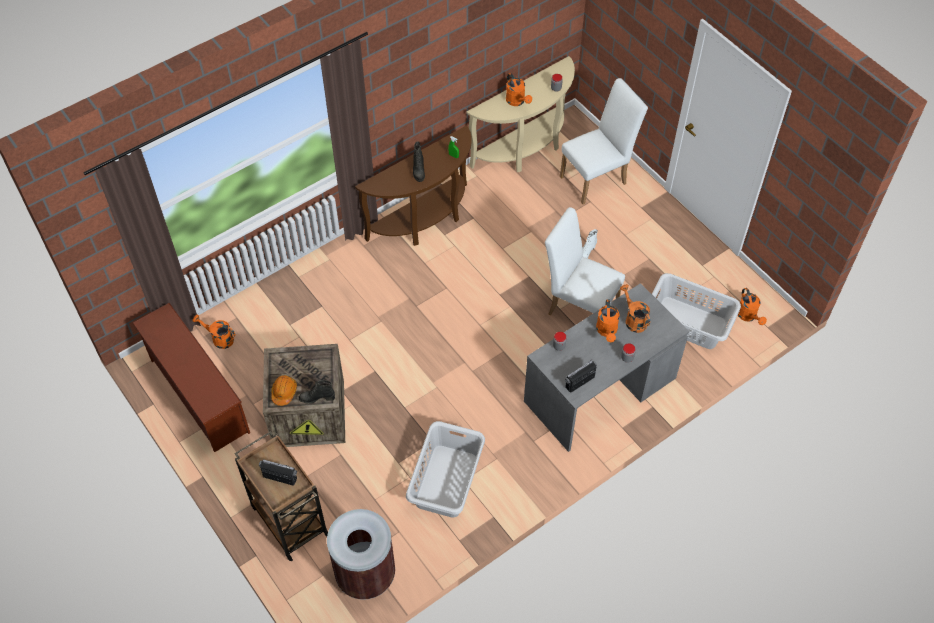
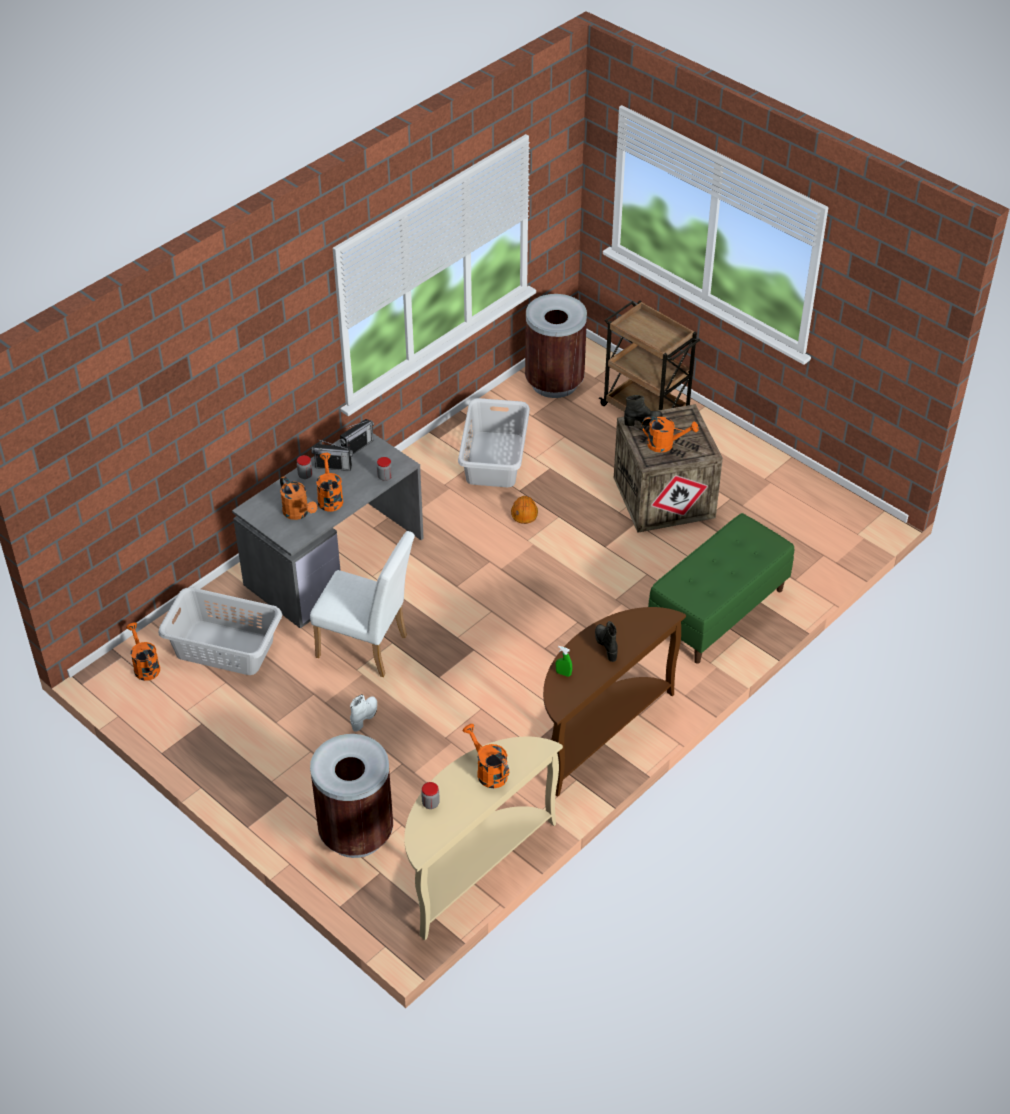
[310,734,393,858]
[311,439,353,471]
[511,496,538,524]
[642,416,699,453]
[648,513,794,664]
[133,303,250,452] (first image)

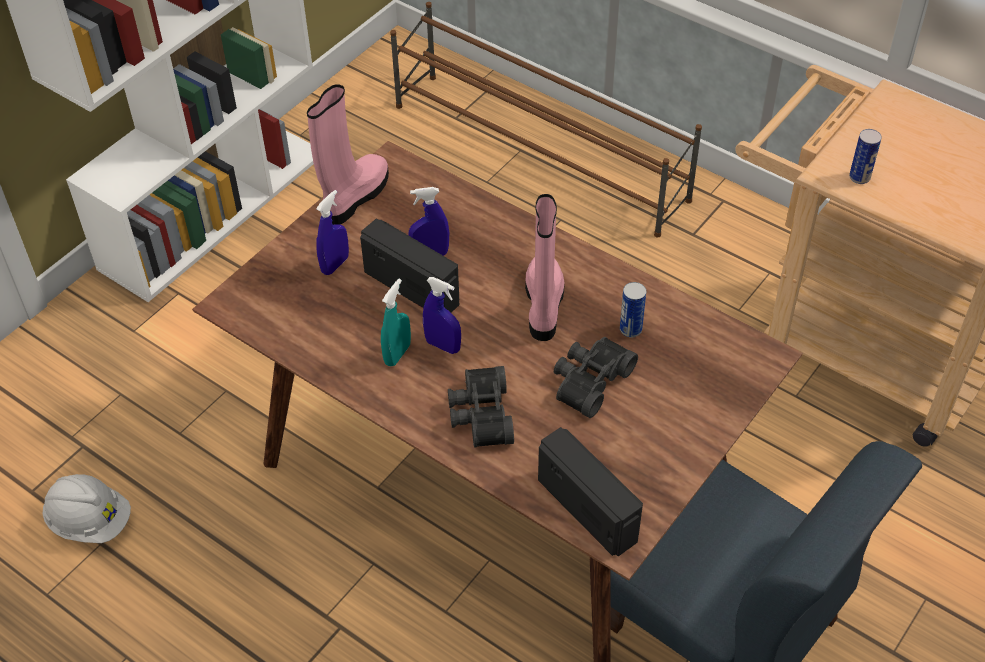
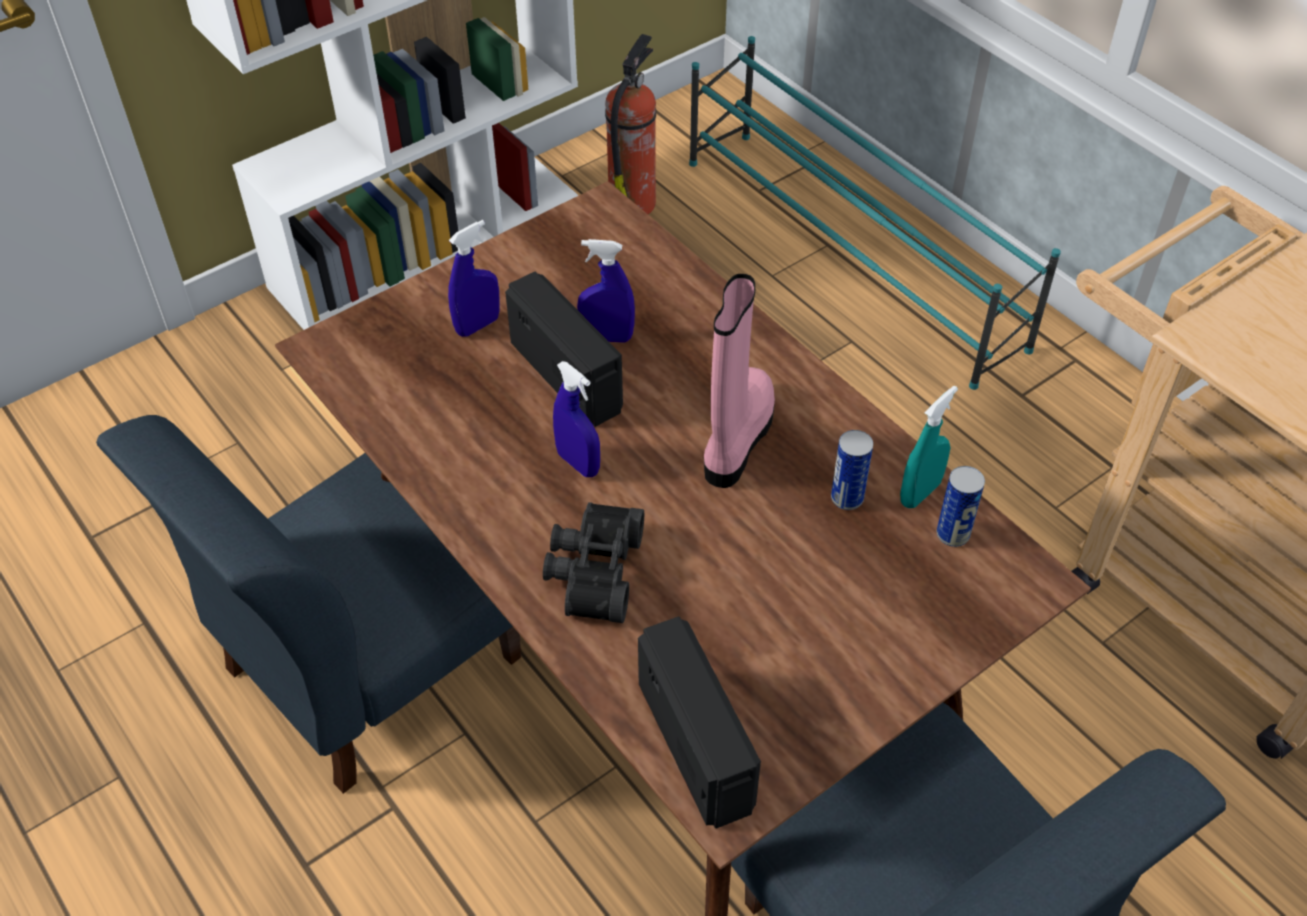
[96,415,521,794]
[605,34,656,214]
[689,36,1061,390]
[900,386,958,508]
[937,466,985,547]
[42,474,131,543] (first image)
[307,84,389,225] (first image)
[554,337,638,418] (first image)

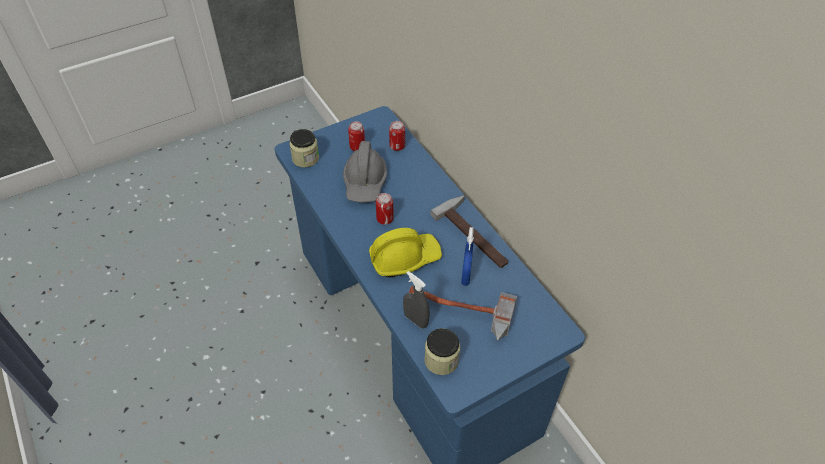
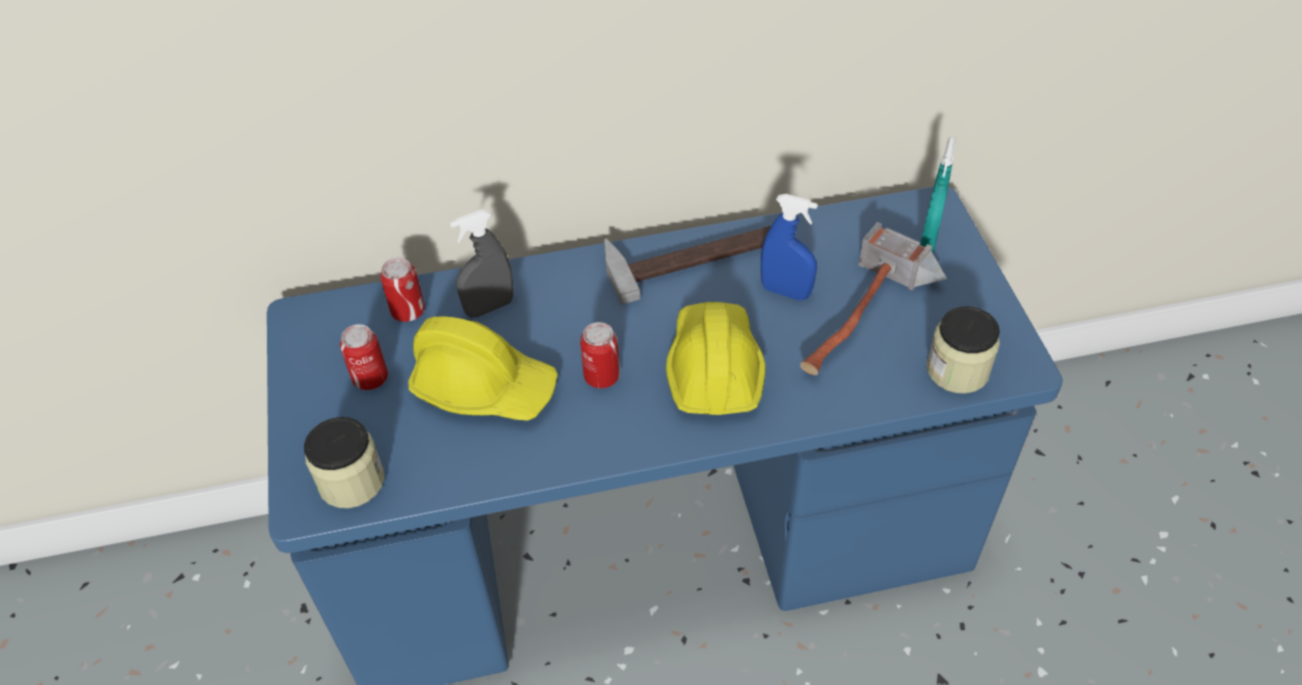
[408,316,558,421]
[450,210,513,318]
[920,137,956,252]

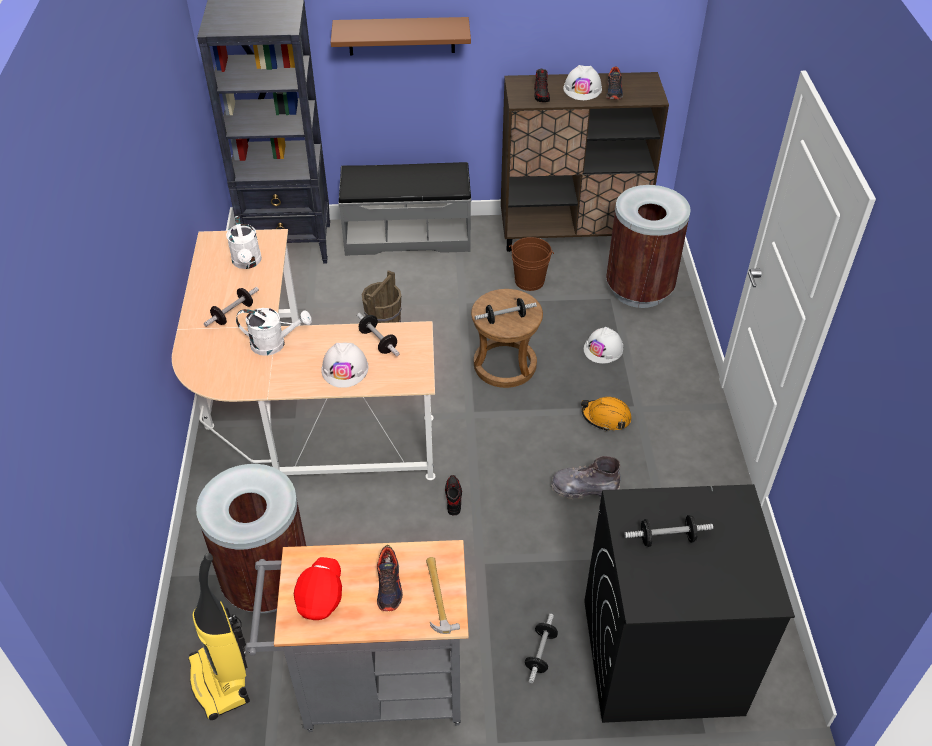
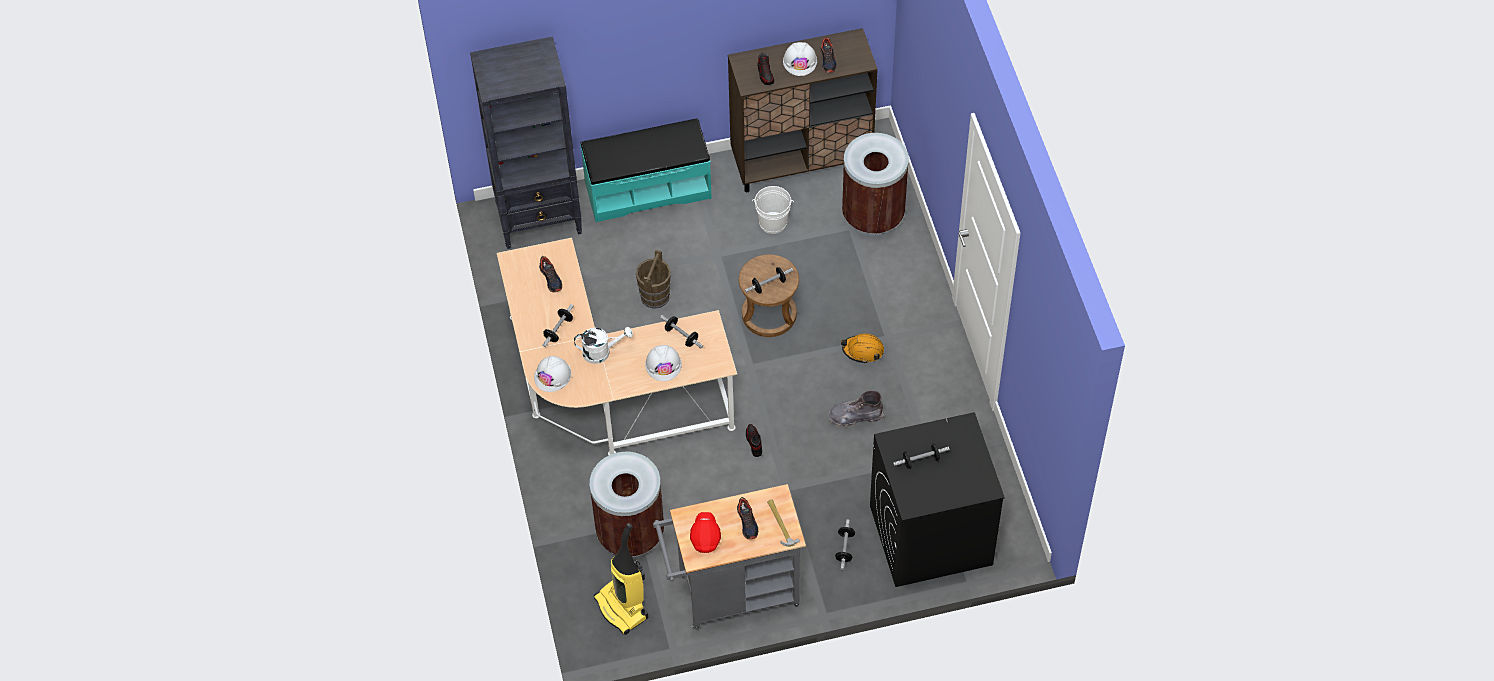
[534,356,571,392]
[539,256,562,293]
[580,118,712,222]
[752,186,794,234]
[331,17,471,55] (first image)

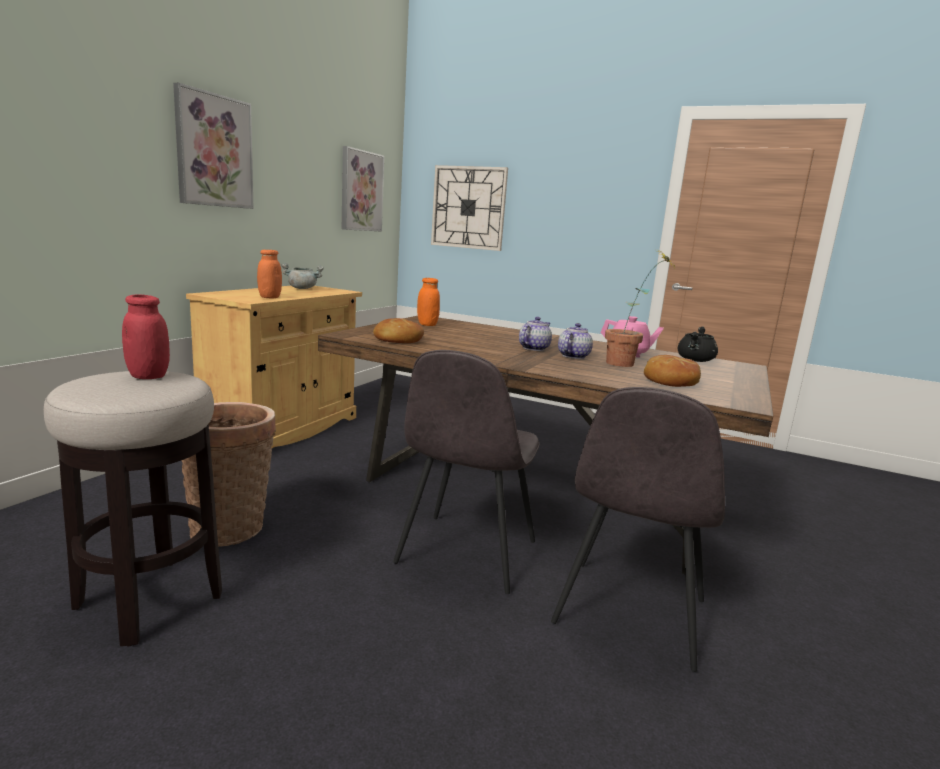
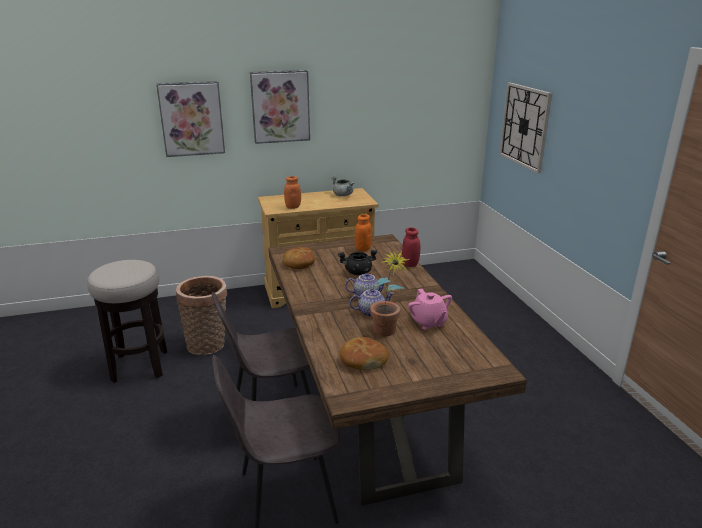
[156,81,225,157]
[338,250,378,275]
[402,227,420,267]

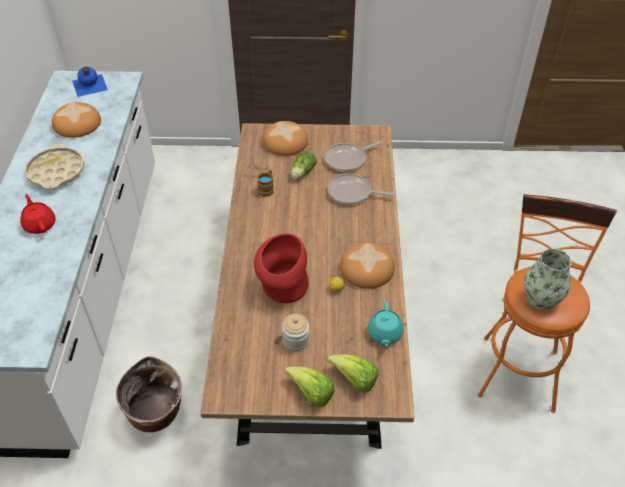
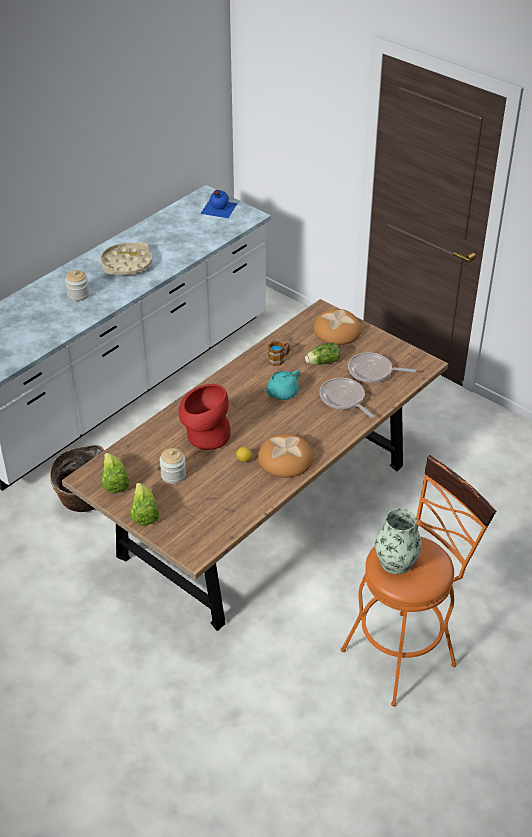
[65,270,89,301]
[101,453,129,493]
[264,370,300,400]
[52,102,101,138] (first image)

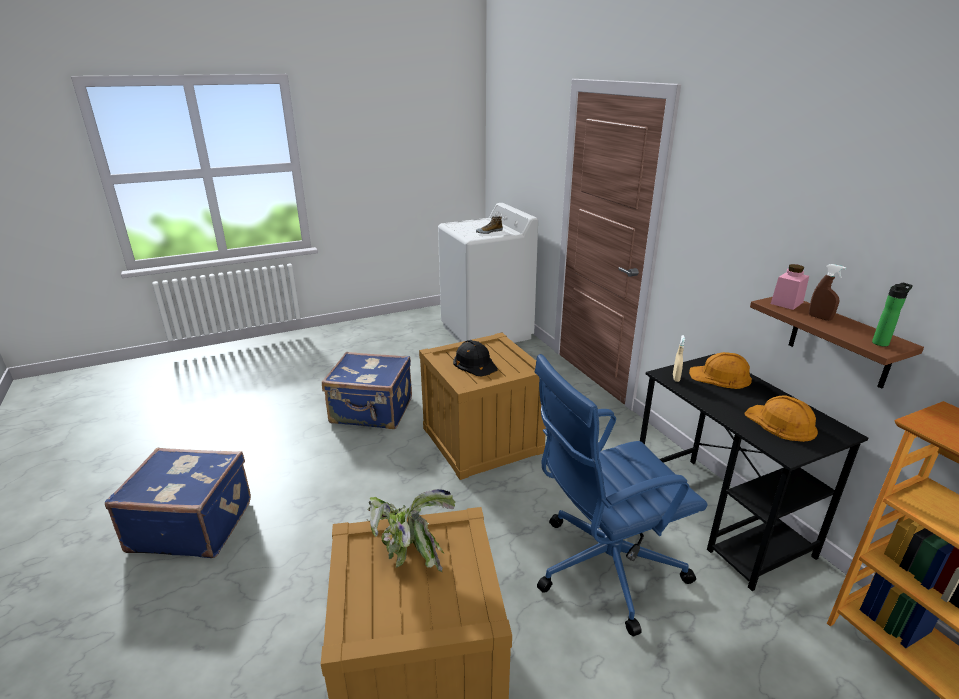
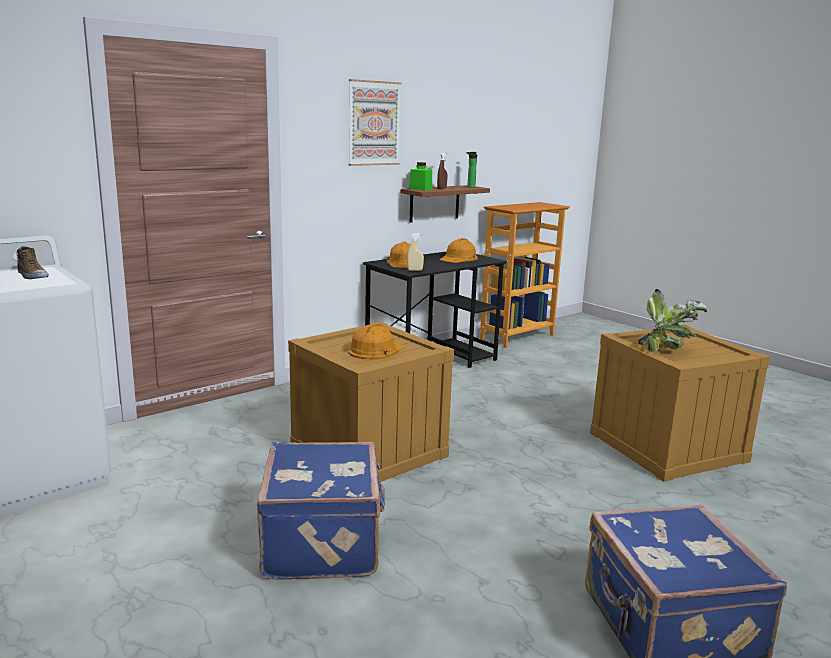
[348,79,401,166]
[348,323,404,359]
[409,162,432,191]
[535,354,708,637] (first image)

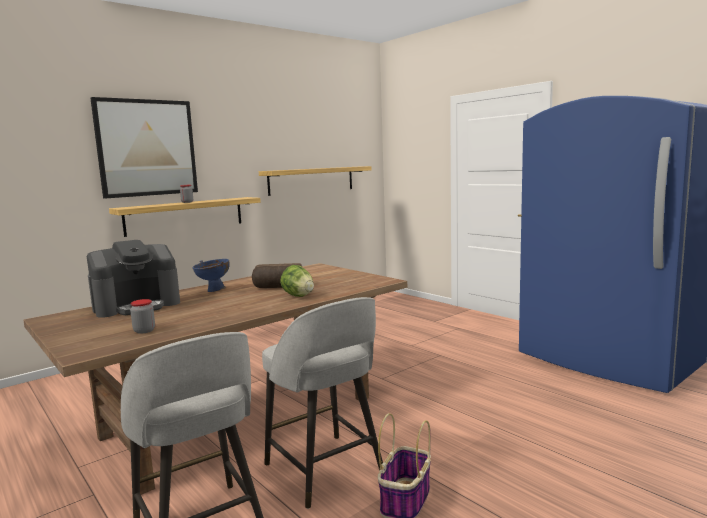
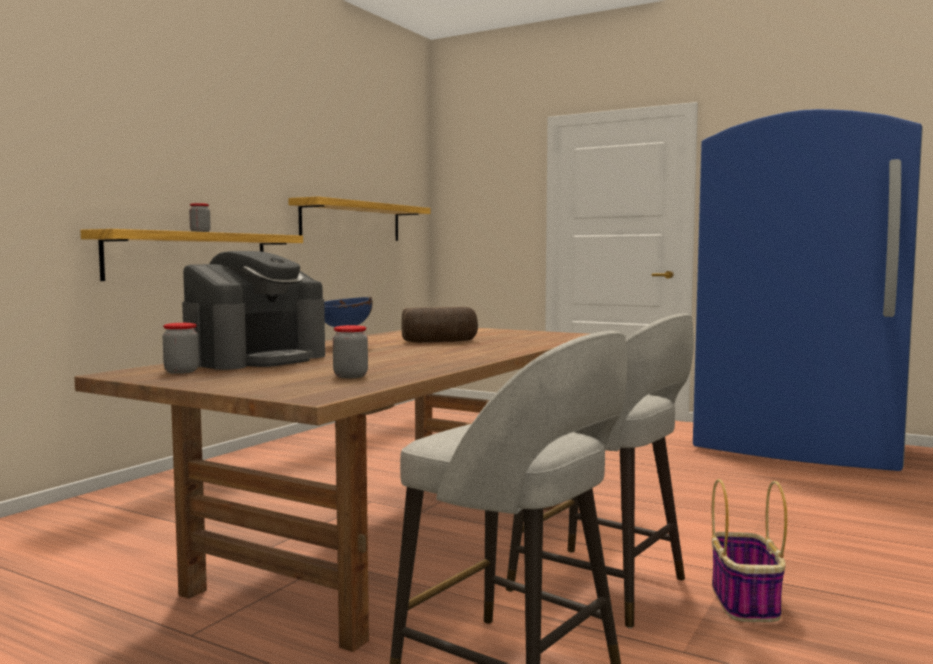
[163,323,199,374]
[90,97,198,199] (first image)
[280,265,314,297] (first image)

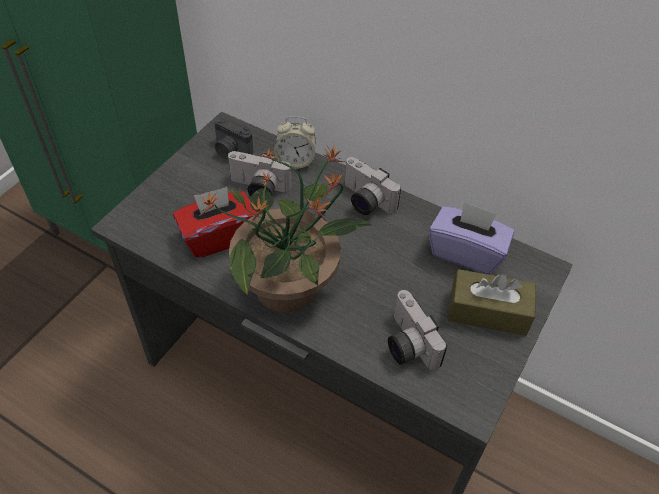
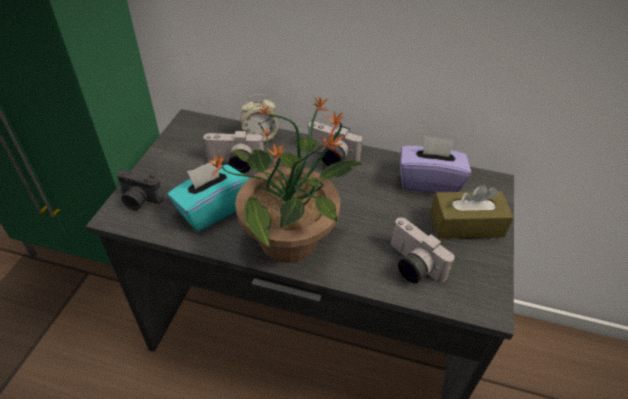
[117,170,164,210]
[168,160,249,231]

